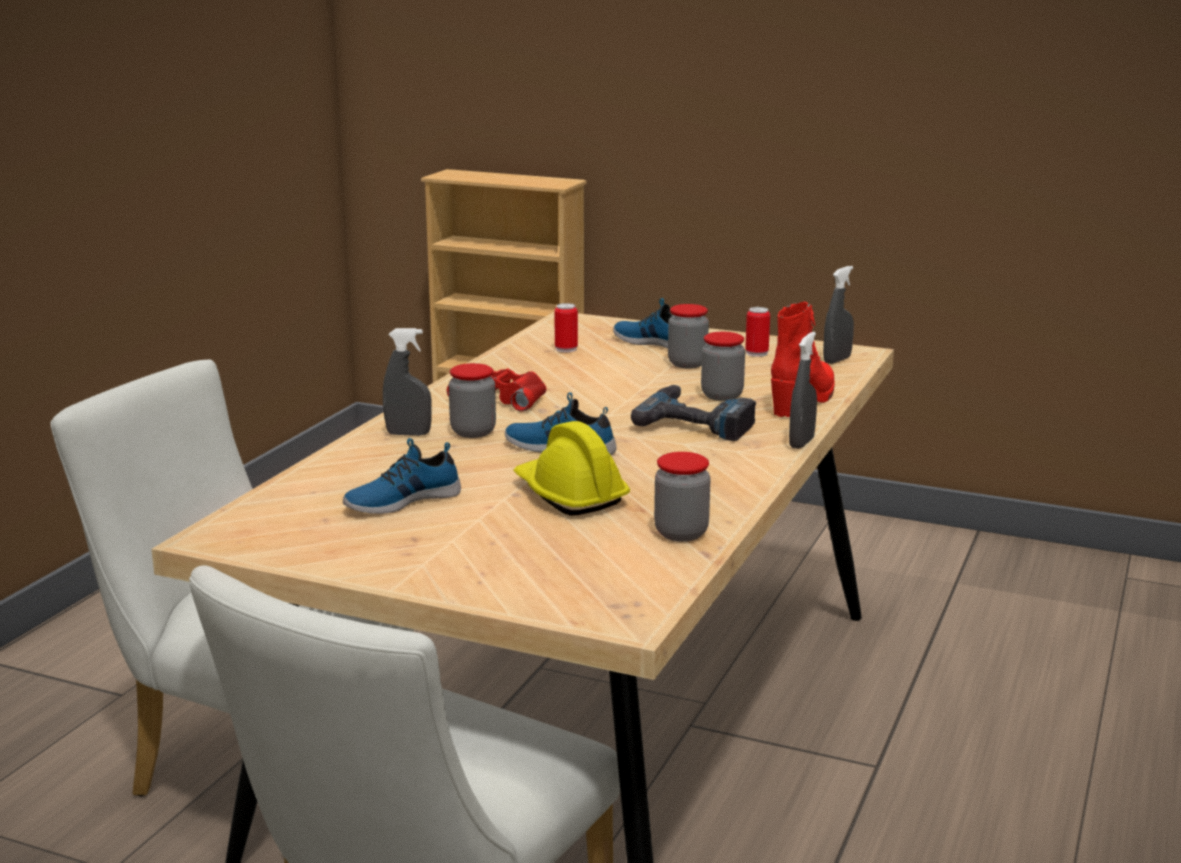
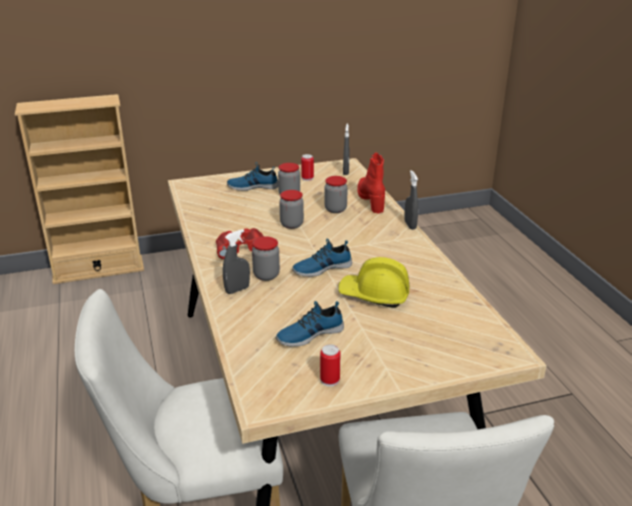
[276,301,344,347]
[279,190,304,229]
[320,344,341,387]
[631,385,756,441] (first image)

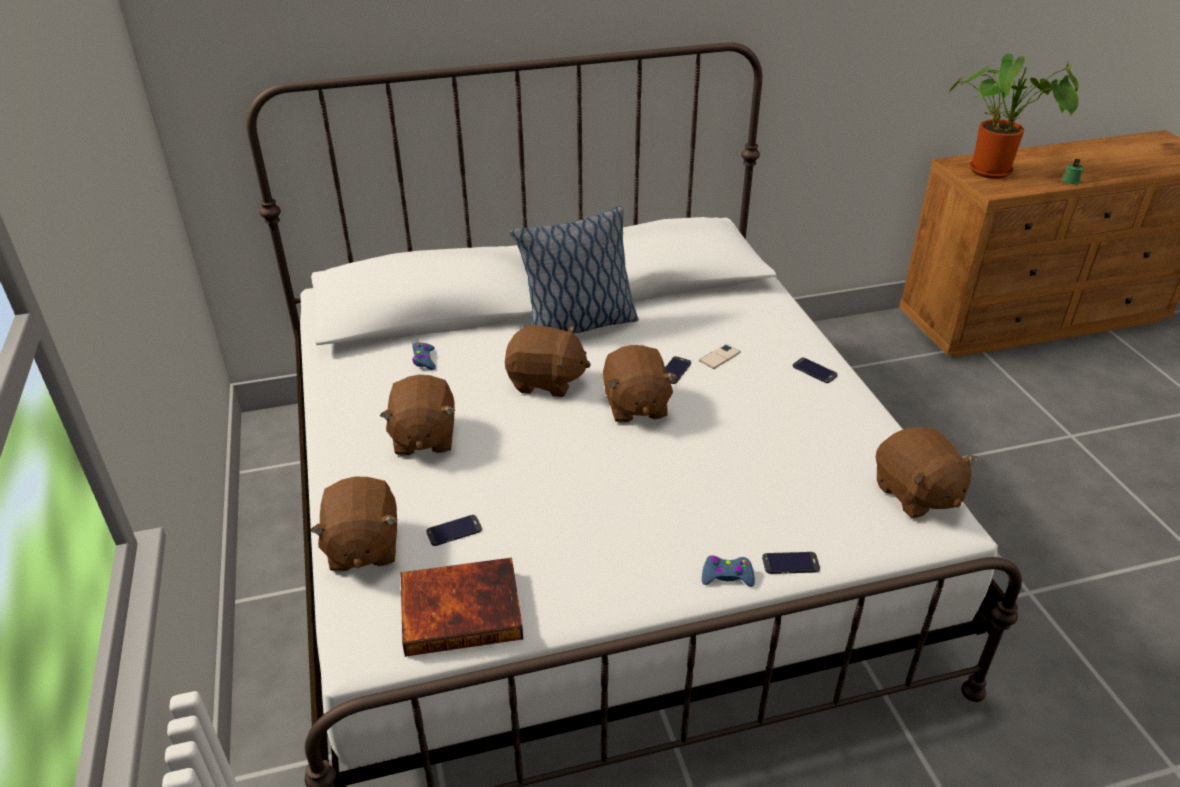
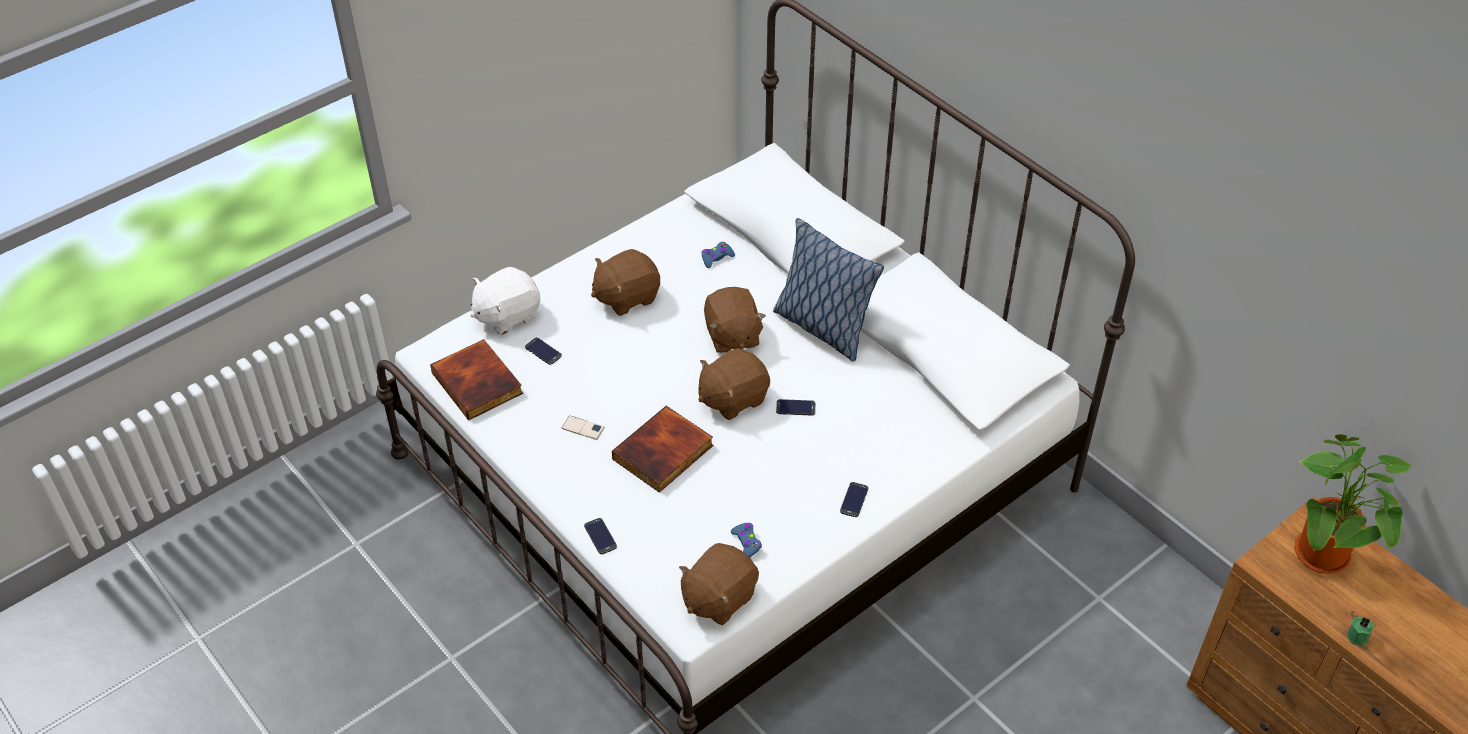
[470,267,540,335]
[562,415,605,440]
[612,406,713,493]
[731,523,762,558]

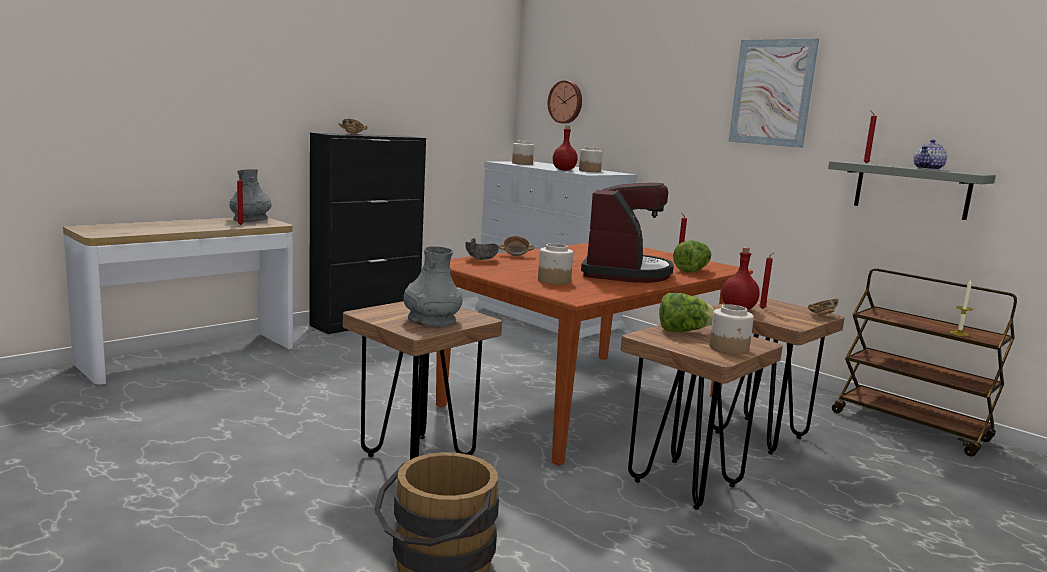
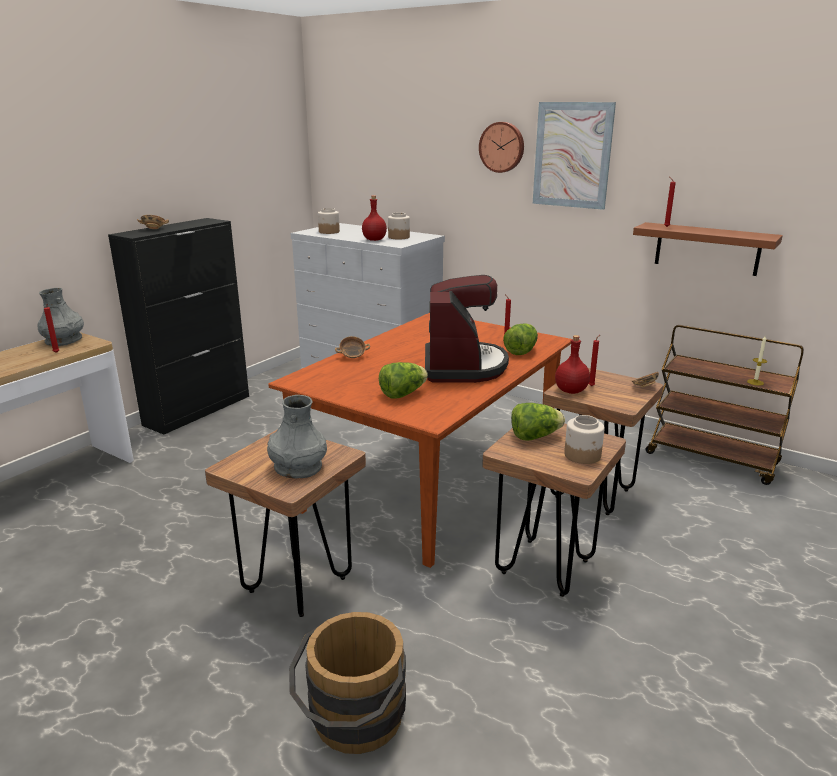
[379,362,428,399]
[479,122,524,173]
[633,222,783,276]
[465,238,499,260] (first image)
[914,139,947,170] (first image)

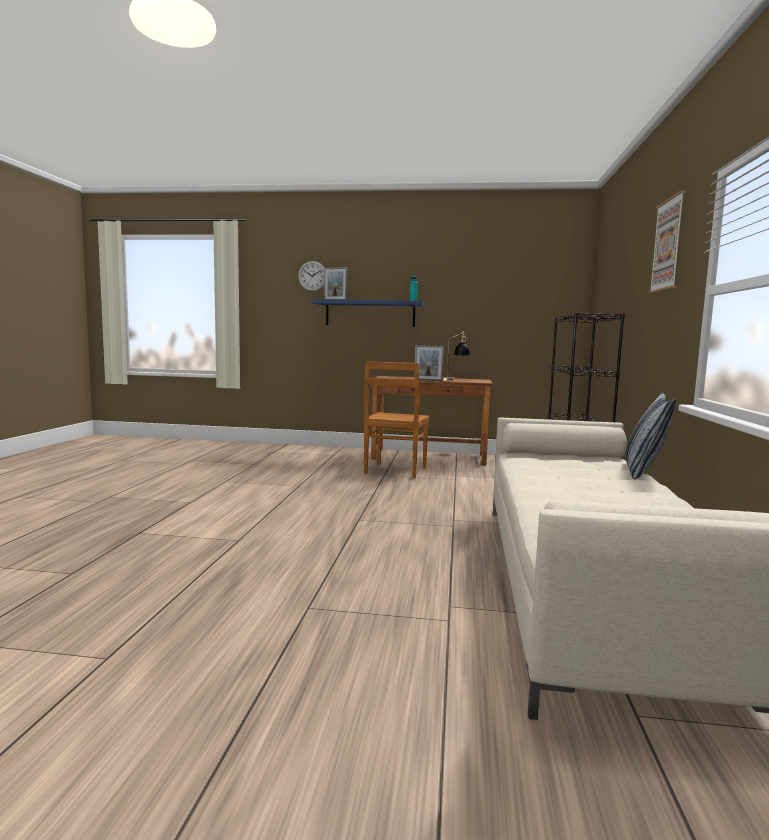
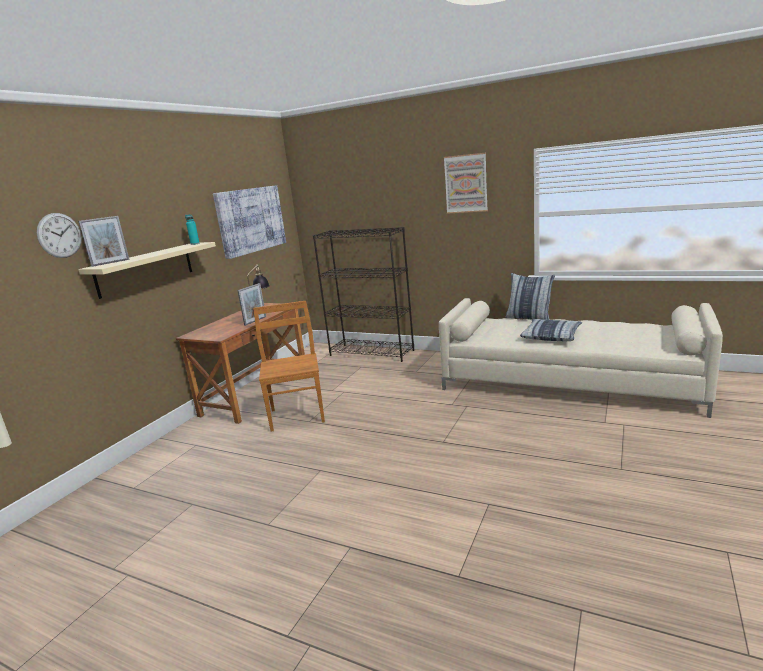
[78,242,216,299]
[213,185,286,259]
[253,301,325,431]
[520,319,582,341]

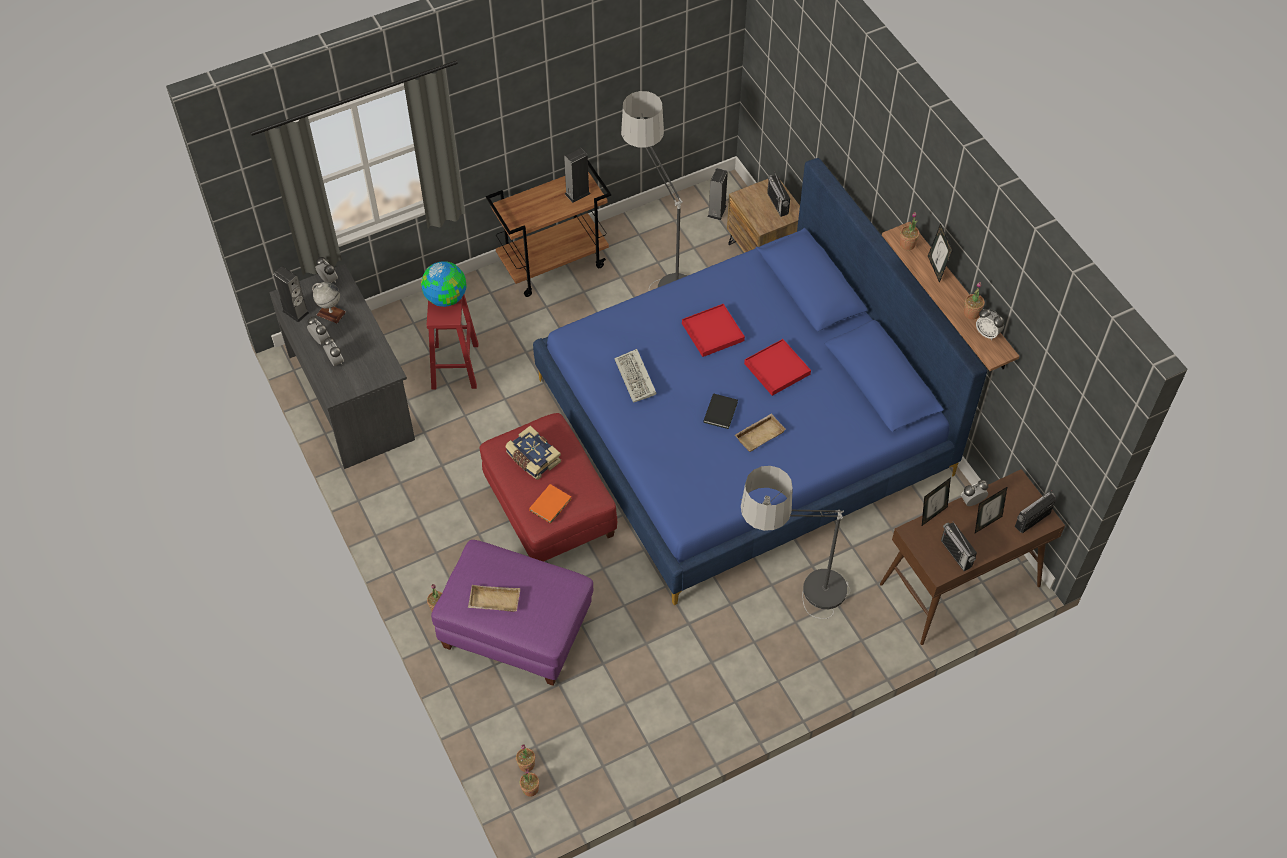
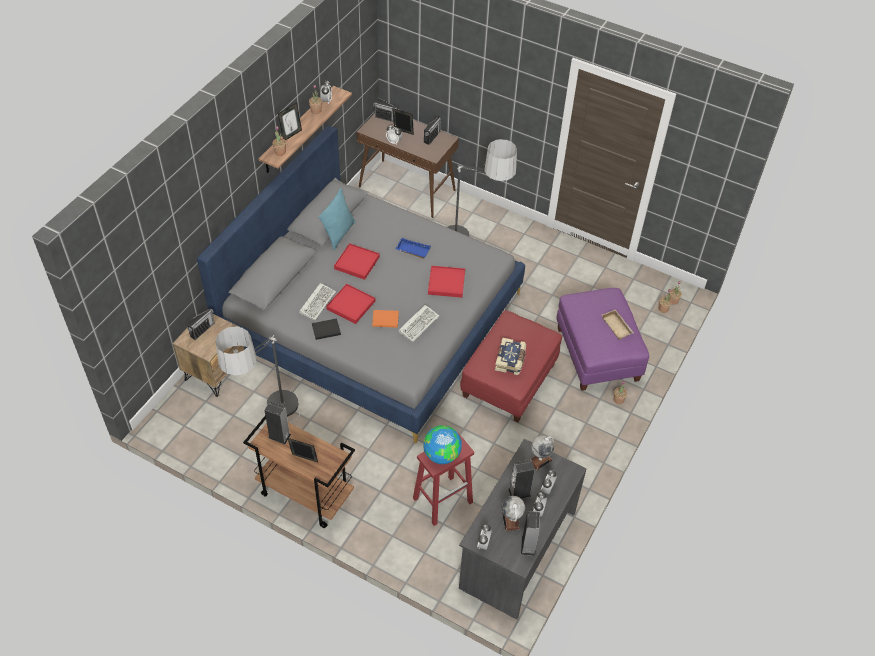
[197,126,525,443]
[287,438,318,462]
[299,283,336,320]
[312,319,341,340]
[319,188,356,250]
[372,310,399,328]
[396,238,431,259]
[428,266,465,298]
[508,460,535,499]
[529,435,554,470]

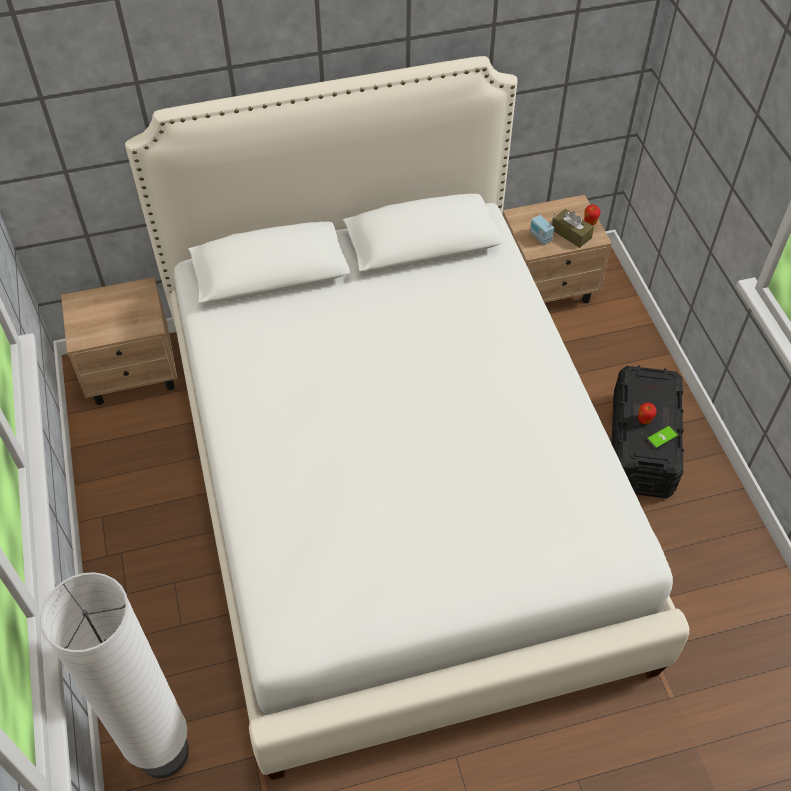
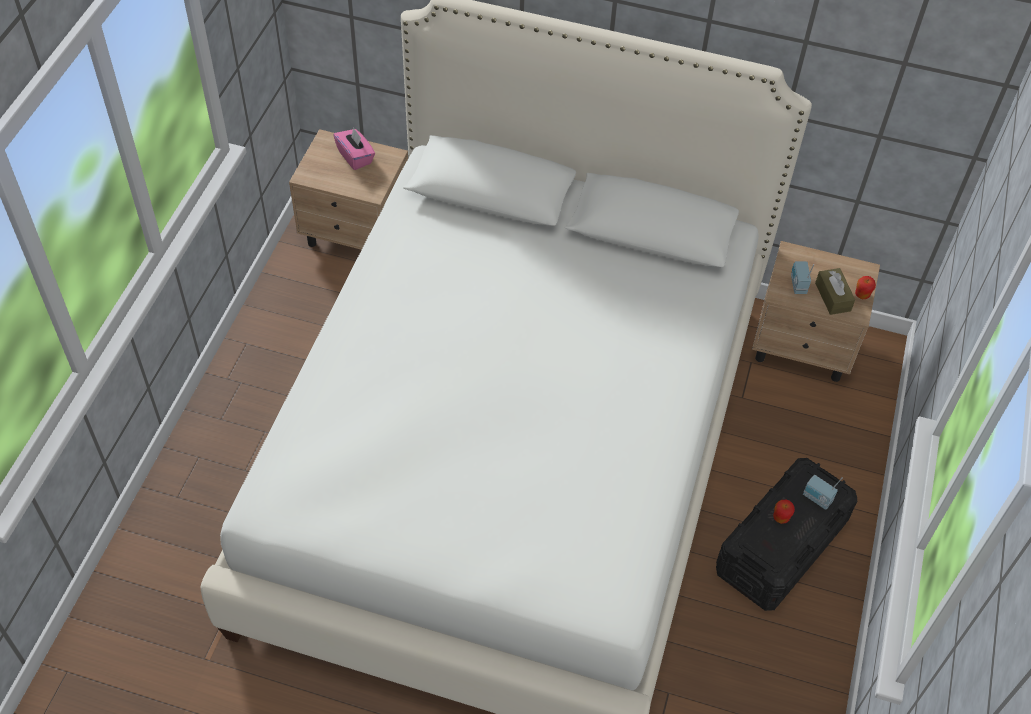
[333,128,375,170]
[803,475,843,510]
[40,572,189,779] (first image)
[646,425,680,449] (first image)

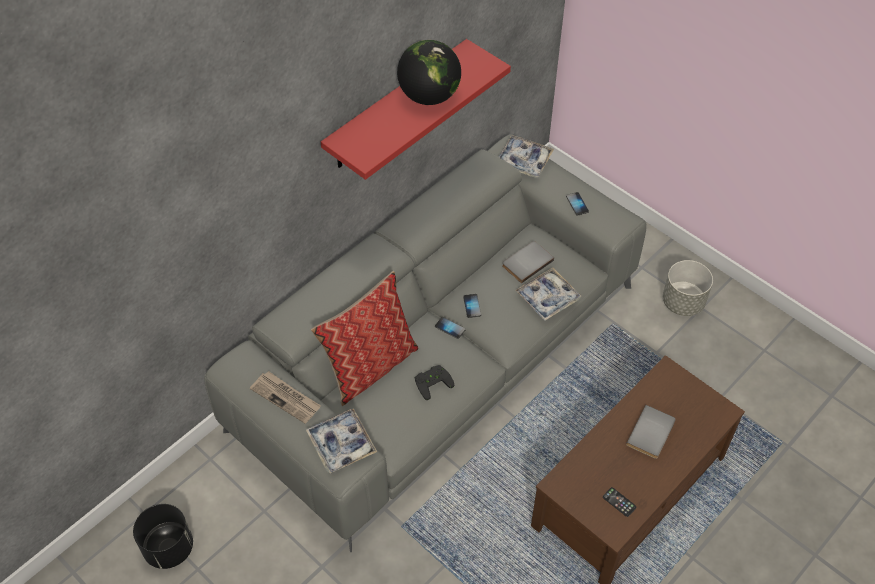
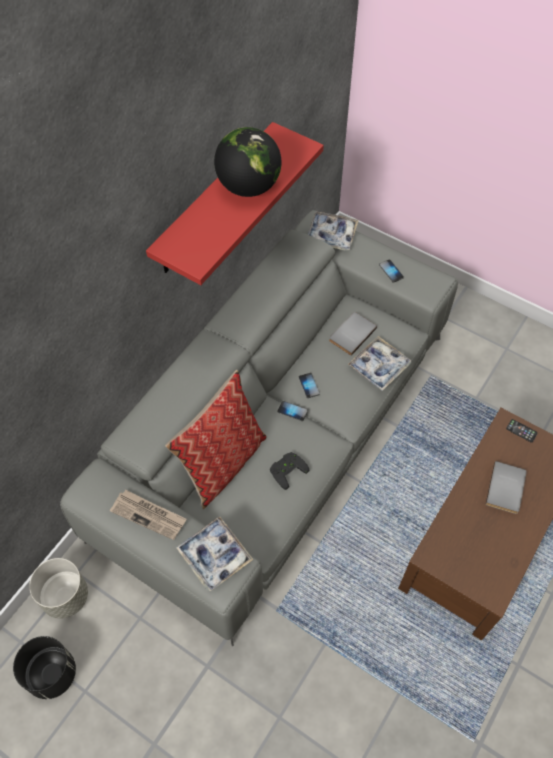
[29,558,88,619]
[506,419,538,443]

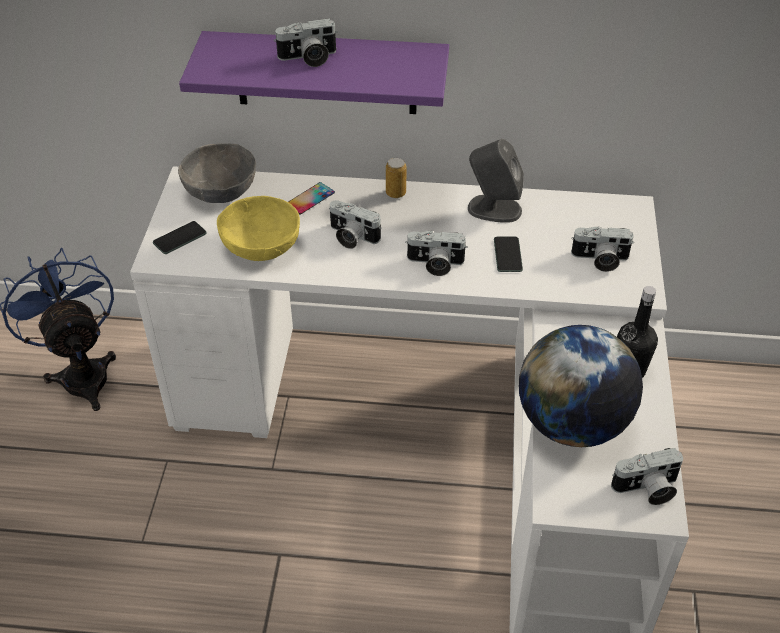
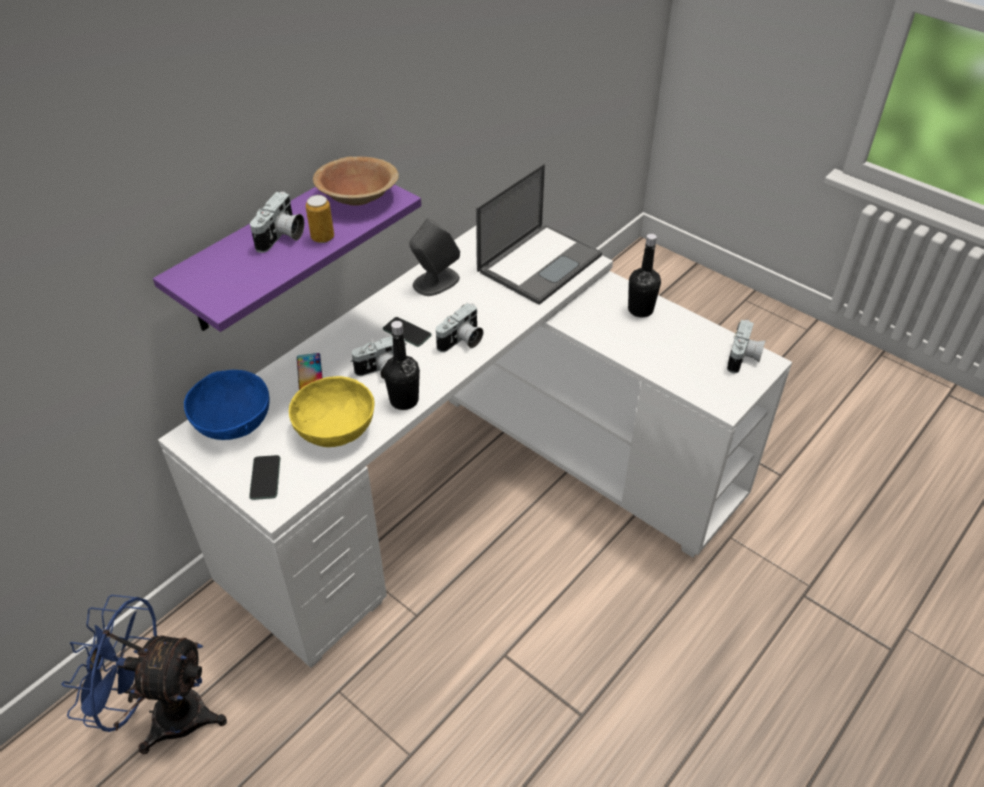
[184,370,270,440]
[306,195,334,243]
[313,156,399,206]
[383,317,432,347]
[383,321,420,410]
[476,163,602,305]
[519,325,643,447] (first image)

